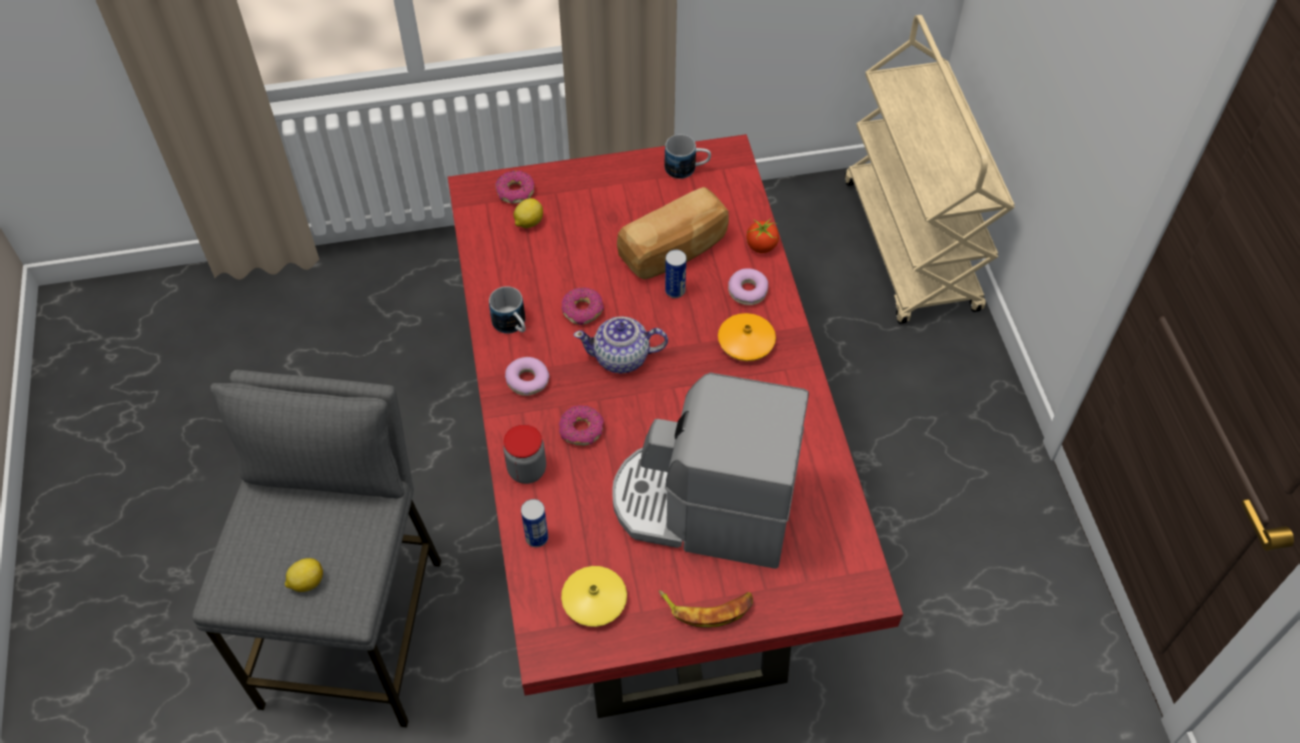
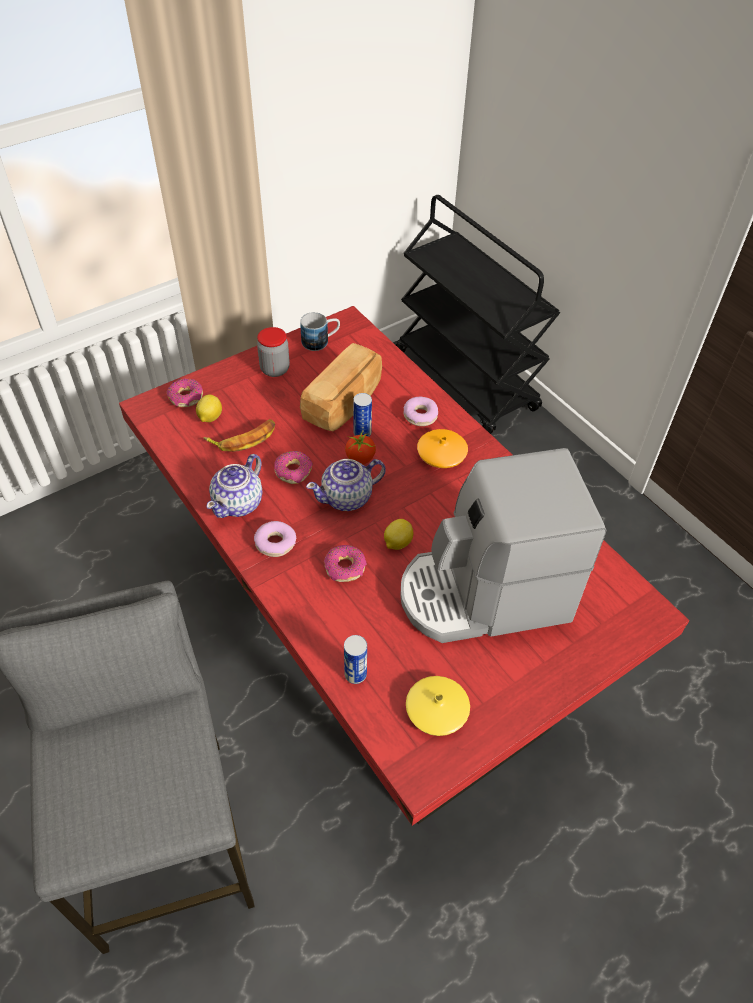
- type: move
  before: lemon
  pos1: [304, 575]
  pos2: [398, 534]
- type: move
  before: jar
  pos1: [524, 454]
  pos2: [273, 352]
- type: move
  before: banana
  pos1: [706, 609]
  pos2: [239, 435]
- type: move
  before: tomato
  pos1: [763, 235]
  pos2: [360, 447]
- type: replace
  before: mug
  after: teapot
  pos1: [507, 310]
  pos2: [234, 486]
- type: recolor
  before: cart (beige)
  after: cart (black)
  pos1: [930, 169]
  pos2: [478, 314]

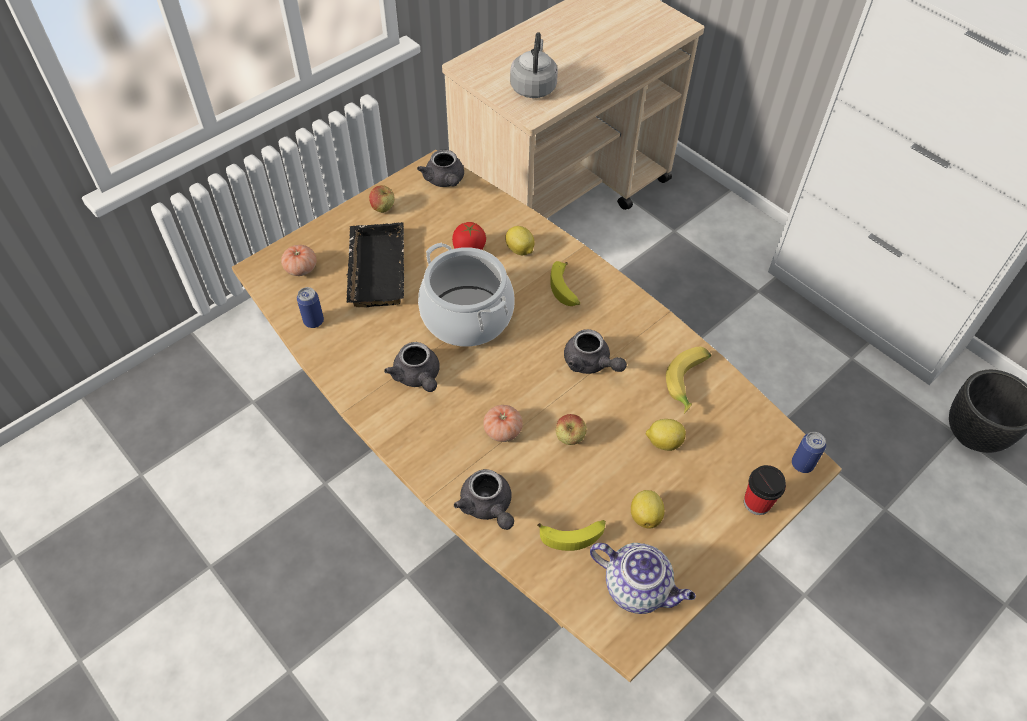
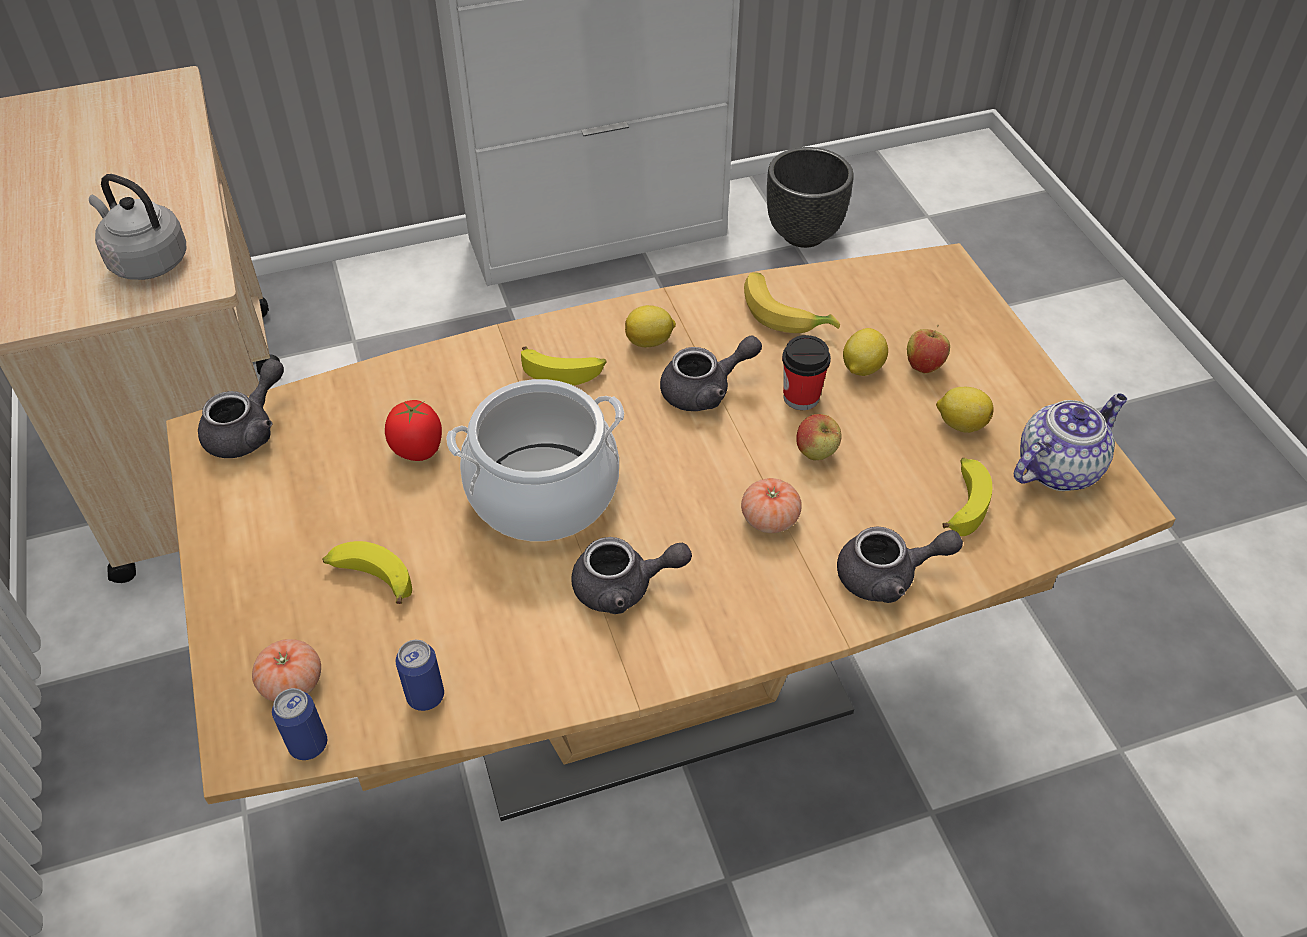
- type: move
  before: apple
  pos1: [382, 199]
  pos2: [928, 349]
- type: move
  before: lemon
  pos1: [520, 240]
  pos2: [650, 326]
- type: move
  before: cup
  pos1: [765, 490]
  pos2: [806, 372]
- type: move
  before: can
  pos1: [809, 452]
  pos2: [299, 724]
- type: replace
  before: tray (black)
  after: banana
  pos1: [375, 264]
  pos2: [367, 572]
- type: rotate
  before: teapot (grey)
  pos1: [440, 168]
  pos2: [241, 408]
  turn: -60

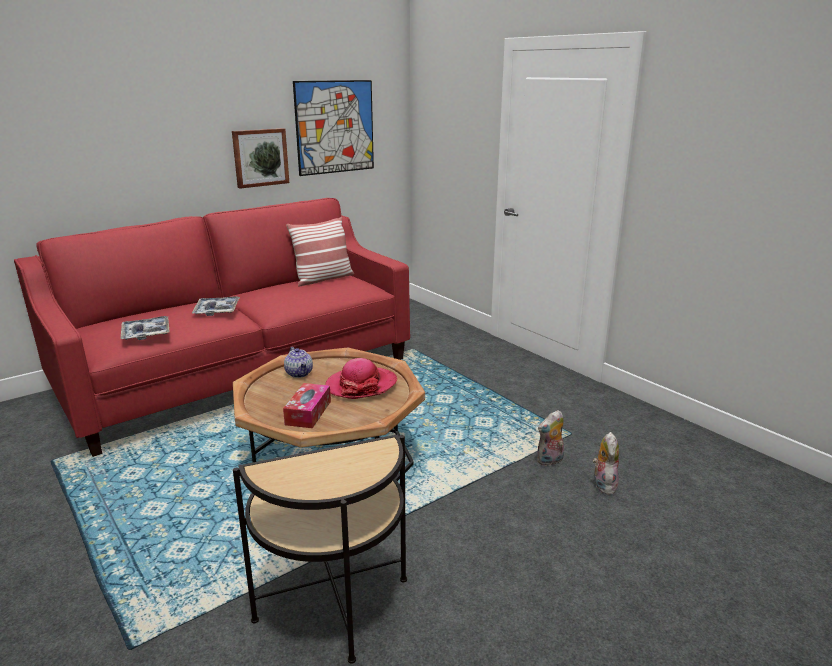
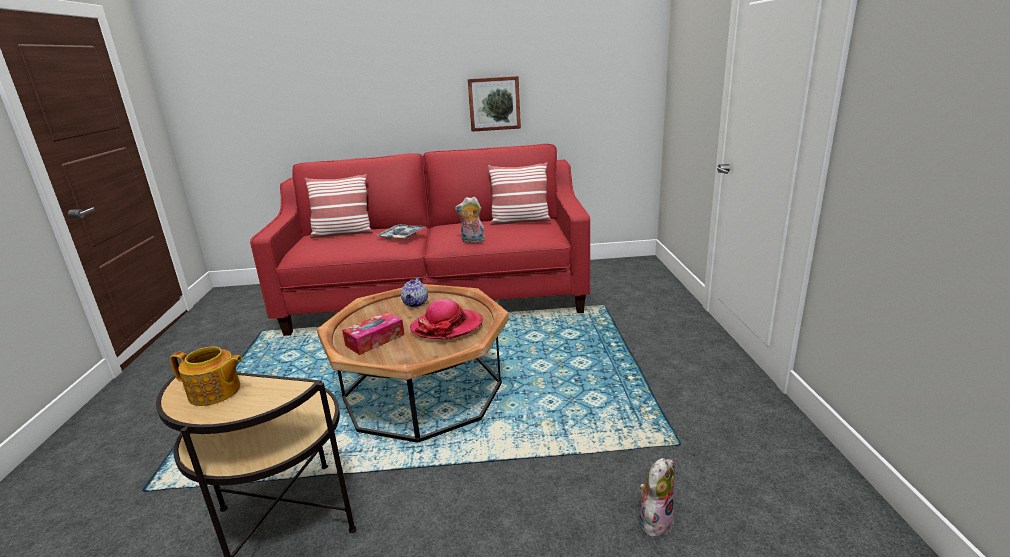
- type: delete
  before: tray
  pos1: [145, 328]
- type: delete
  before: picture
  pos1: [333, 128]
- type: insert
  after: teapot
  pos2: [206, 376]
- type: insert
  after: pillow
  pos2: [339, 206]
- type: move
  before: plush toy
  pos1: [550, 438]
  pos2: [470, 220]

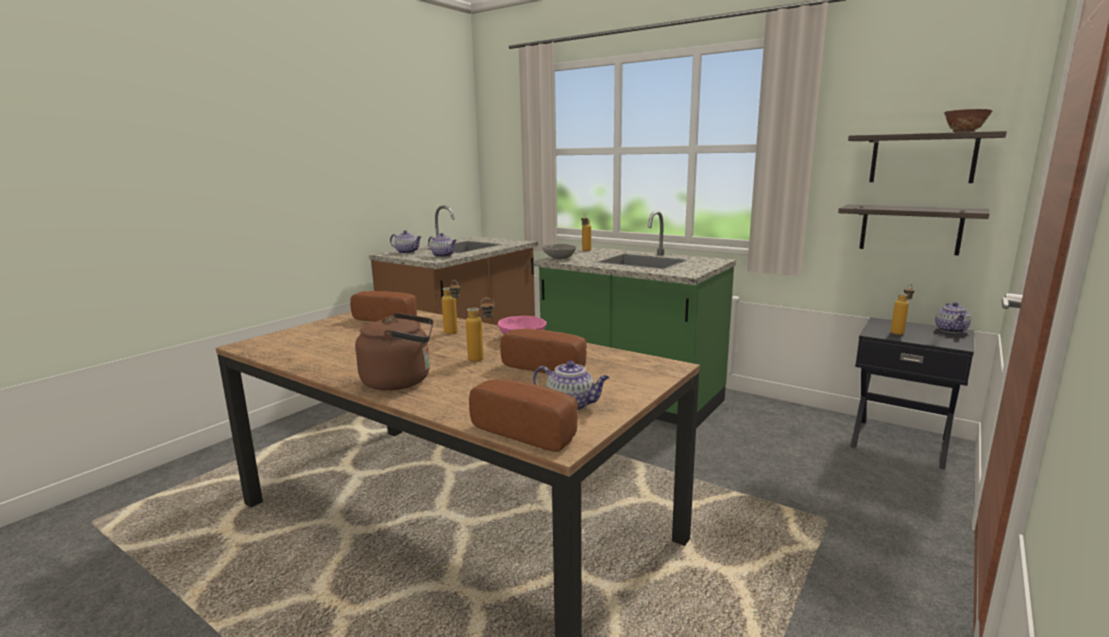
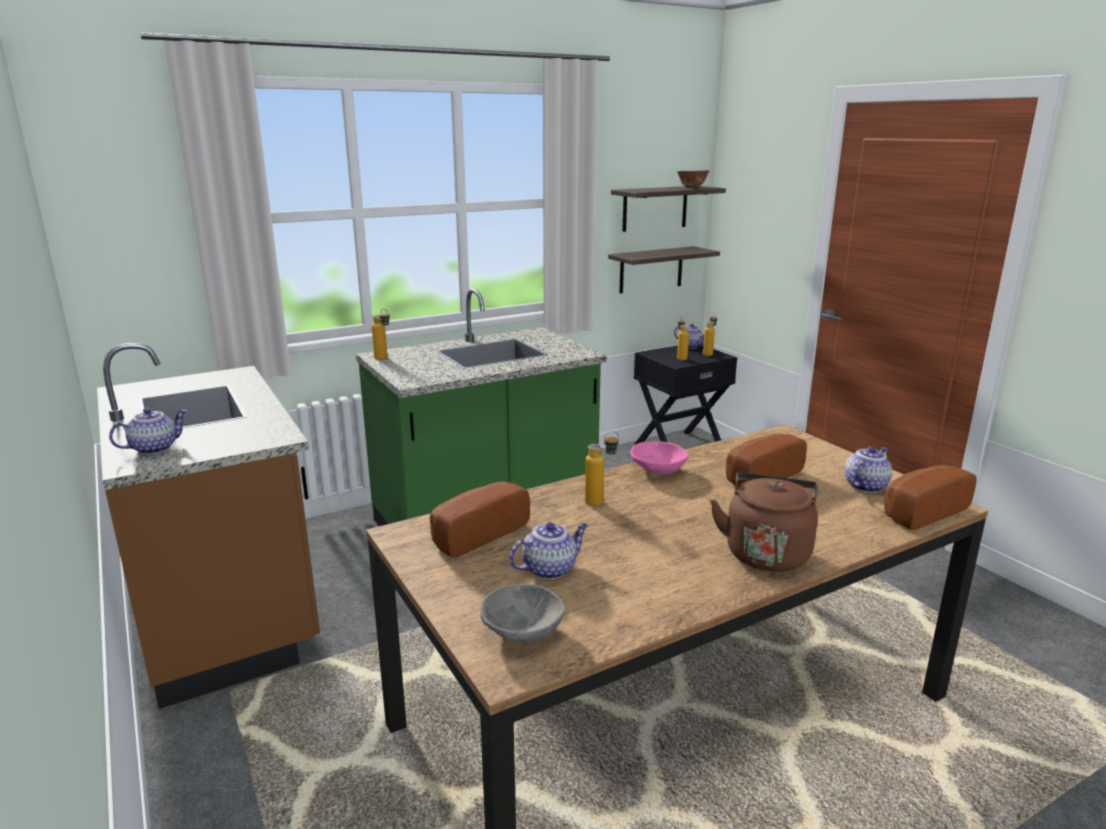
- type: move
  before: teapot
  pos1: [442, 245]
  pos2: [548, 550]
- type: move
  before: bottle
  pos1: [480, 330]
  pos2: [710, 334]
- type: move
  before: bowl (grey)
  pos1: [559, 252]
  pos2: [522, 613]

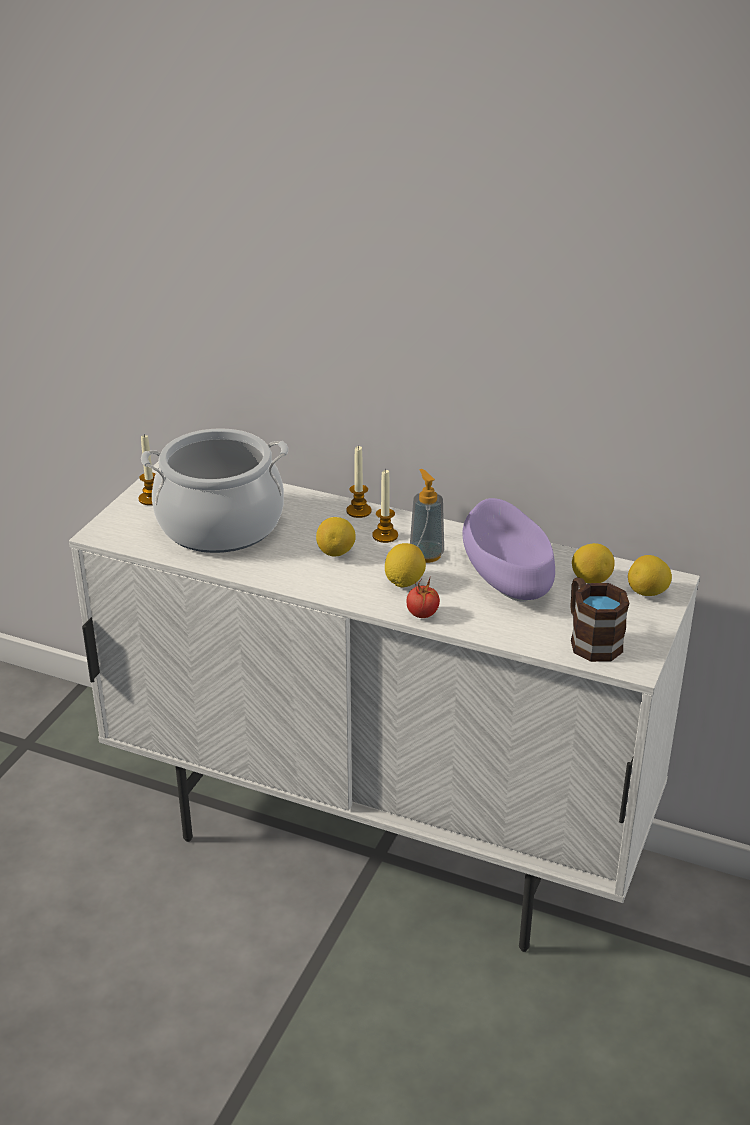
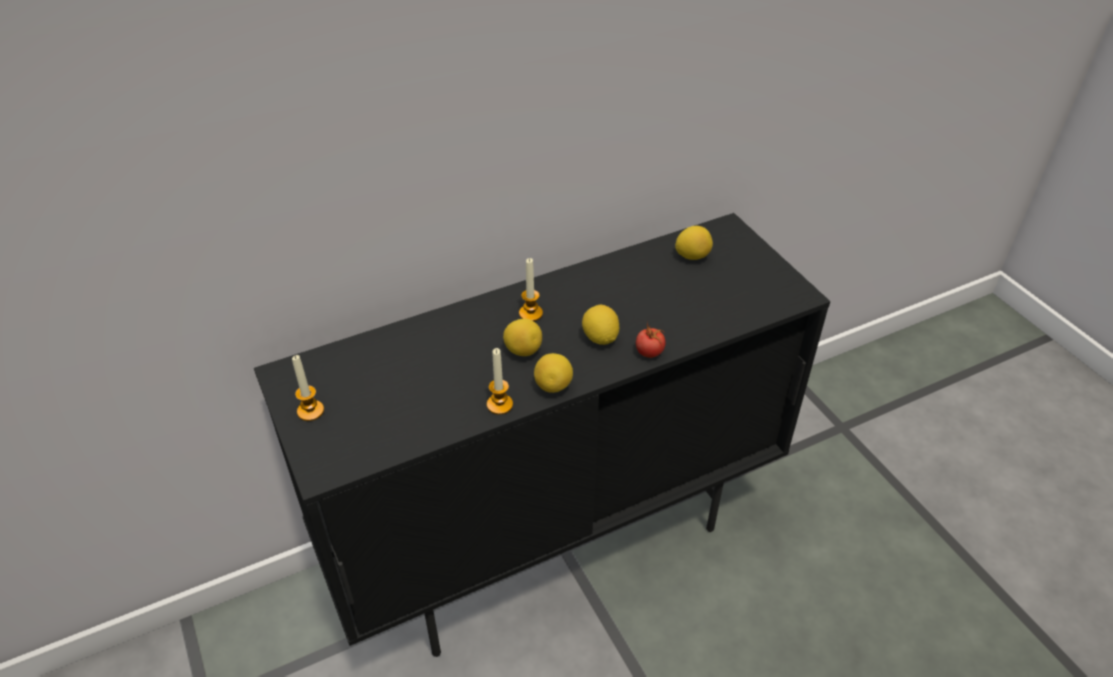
- type: delete
  before: cooking pot
  pos1: [214, 490]
- type: delete
  before: soap dispenser
  pos1: [427, 516]
- type: delete
  before: bowl (purple)
  pos1: [508, 550]
- type: delete
  before: mug (brown)
  pos1: [599, 620]
- type: move
  before: candle
  pos1: [358, 481]
  pos2: [500, 381]
- type: move
  before: lemon
  pos1: [650, 575]
  pos2: [553, 373]
- type: recolor
  before: cabinet (white)
  after: cabinet (black)
  pos1: [384, 707]
  pos2: [542, 435]

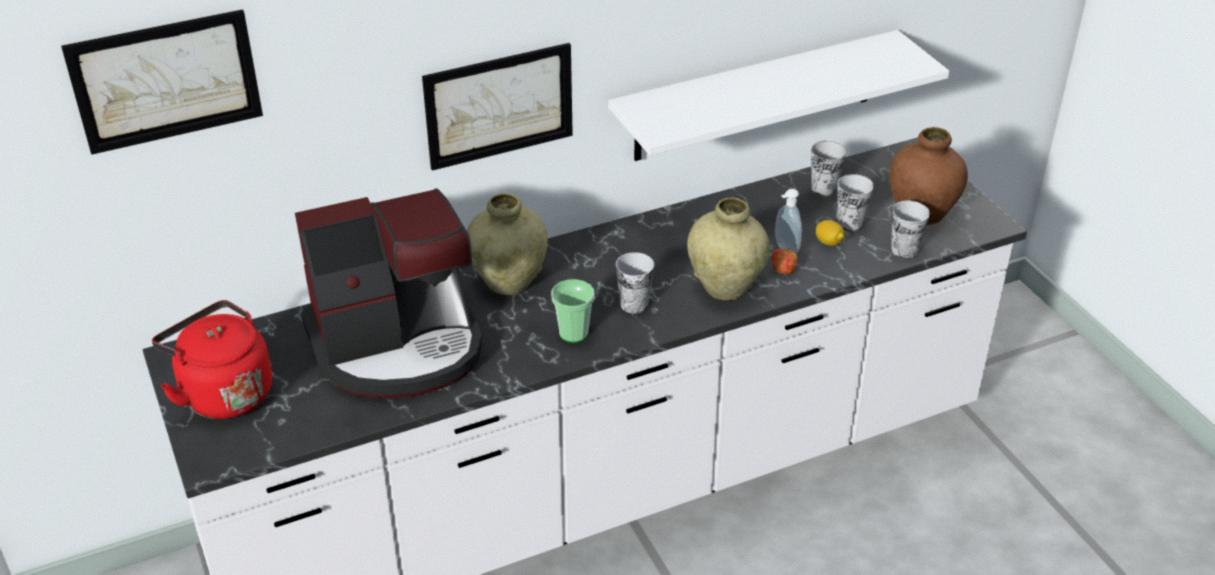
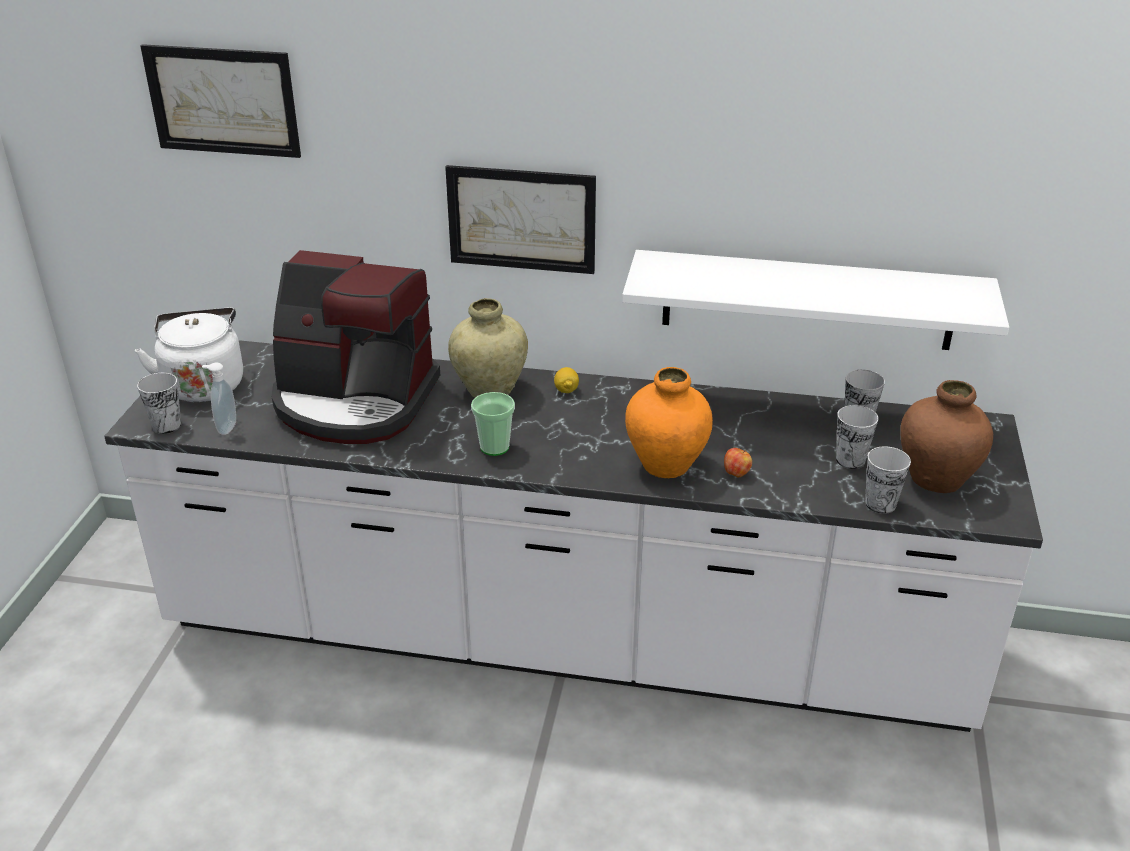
- type: move
  before: cup
  pos1: [635, 283]
  pos2: [159, 403]
- type: move
  before: soap dispenser
  pos1: [788, 221]
  pos2: [219, 398]
- type: move
  before: lemon
  pos1: [830, 233]
  pos2: [566, 380]
- type: recolor
  before: kettle (red)
  after: kettle (white)
  pos1: [212, 359]
  pos2: [189, 355]
- type: recolor
  before: vase (beige)
  after: vase (orange)
  pos1: [728, 249]
  pos2: [669, 423]

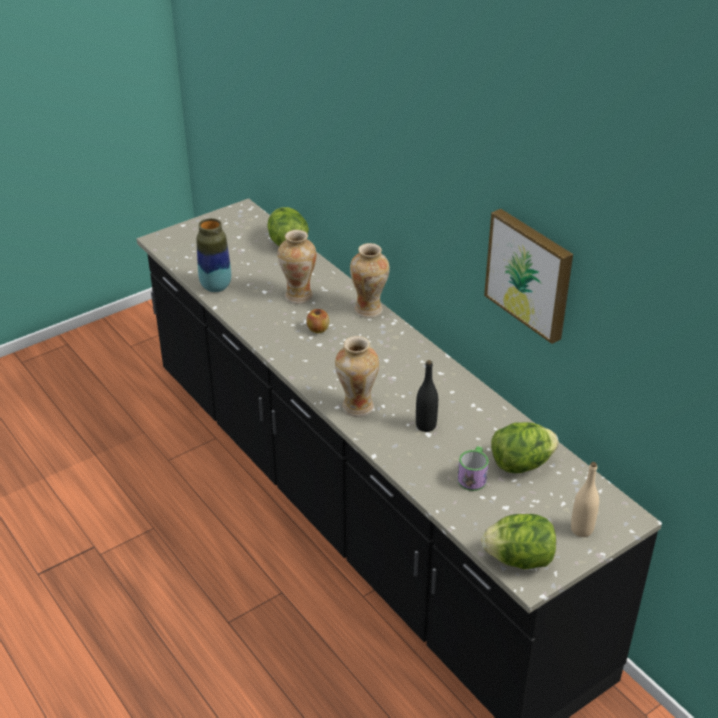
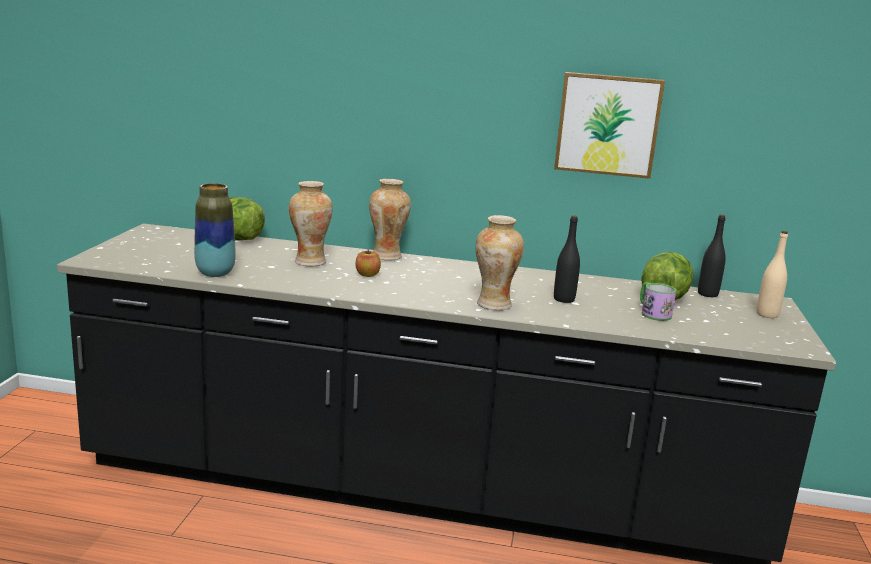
- type: delete
  before: lettuce
  pos1: [518, 541]
- type: insert
  after: bottle (black)
  pos2: [712, 256]

